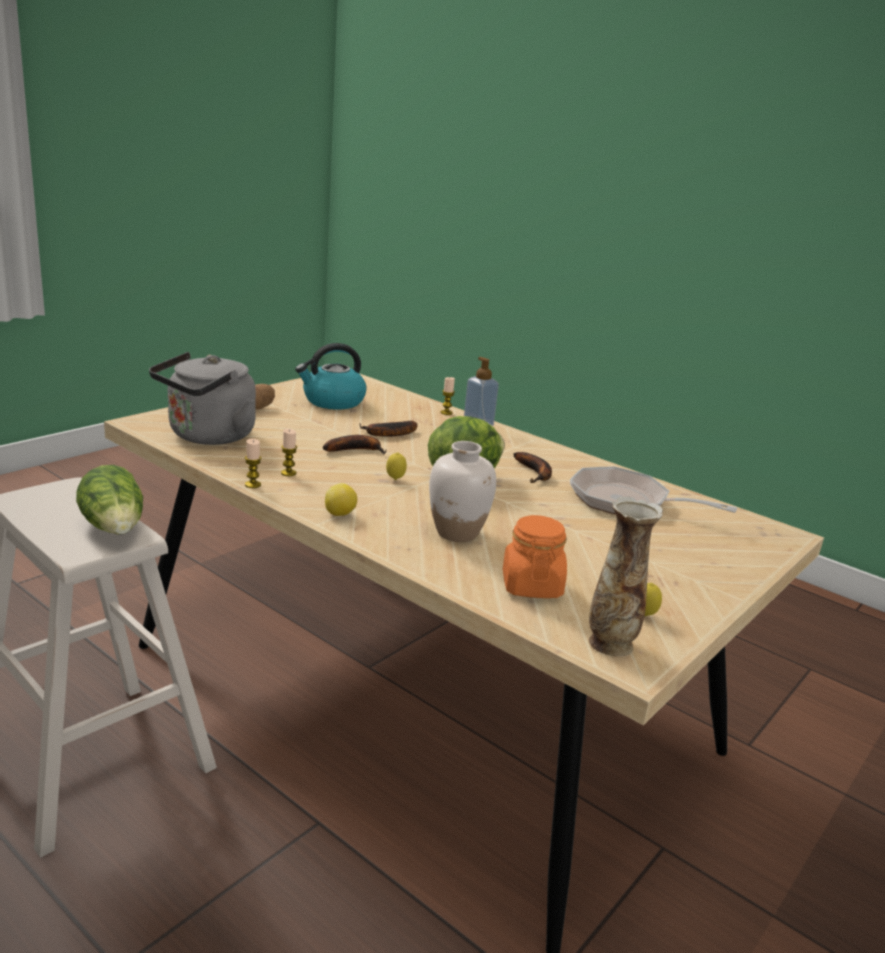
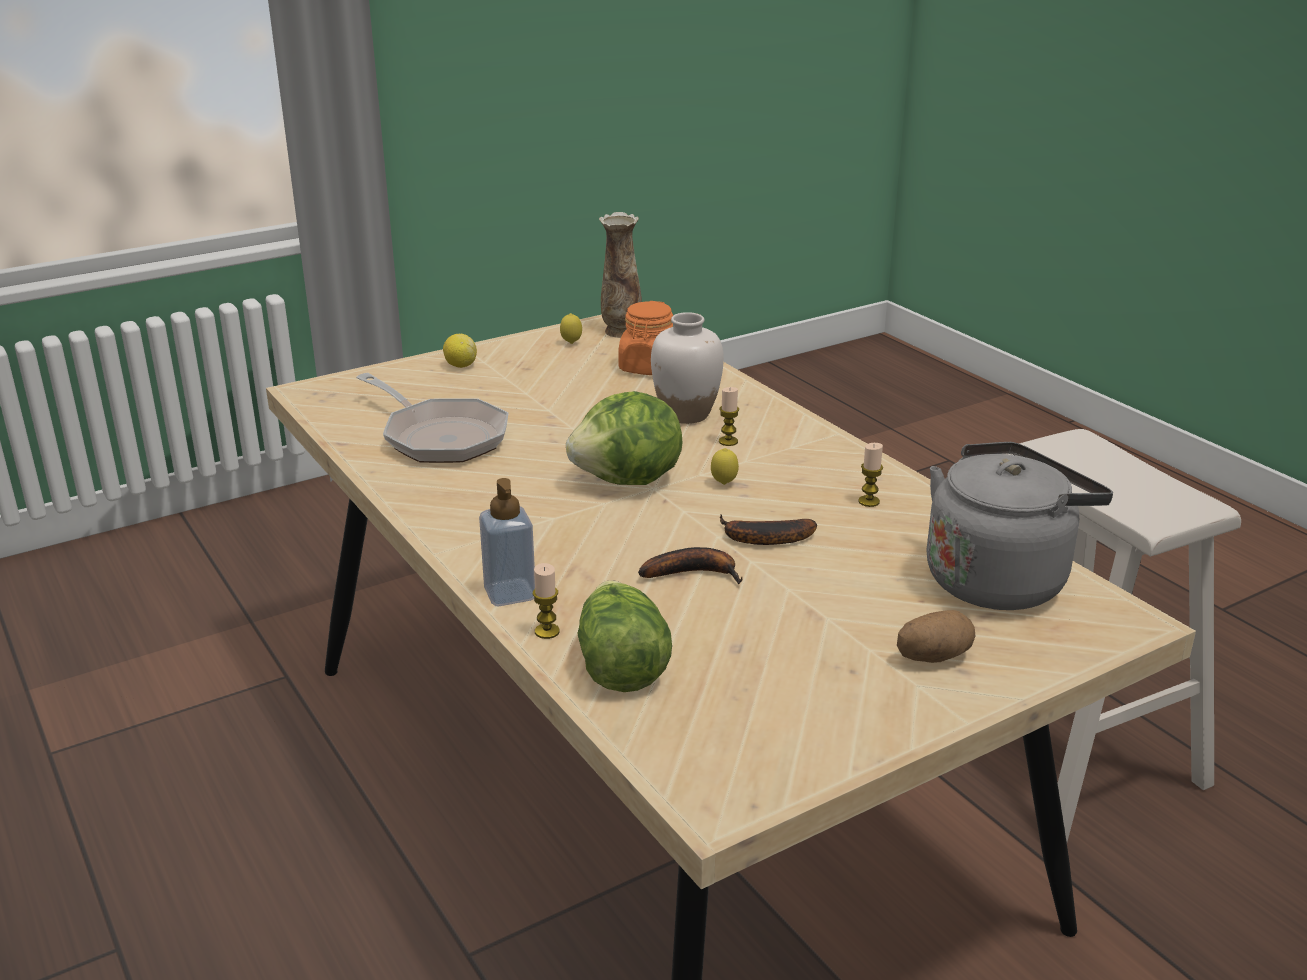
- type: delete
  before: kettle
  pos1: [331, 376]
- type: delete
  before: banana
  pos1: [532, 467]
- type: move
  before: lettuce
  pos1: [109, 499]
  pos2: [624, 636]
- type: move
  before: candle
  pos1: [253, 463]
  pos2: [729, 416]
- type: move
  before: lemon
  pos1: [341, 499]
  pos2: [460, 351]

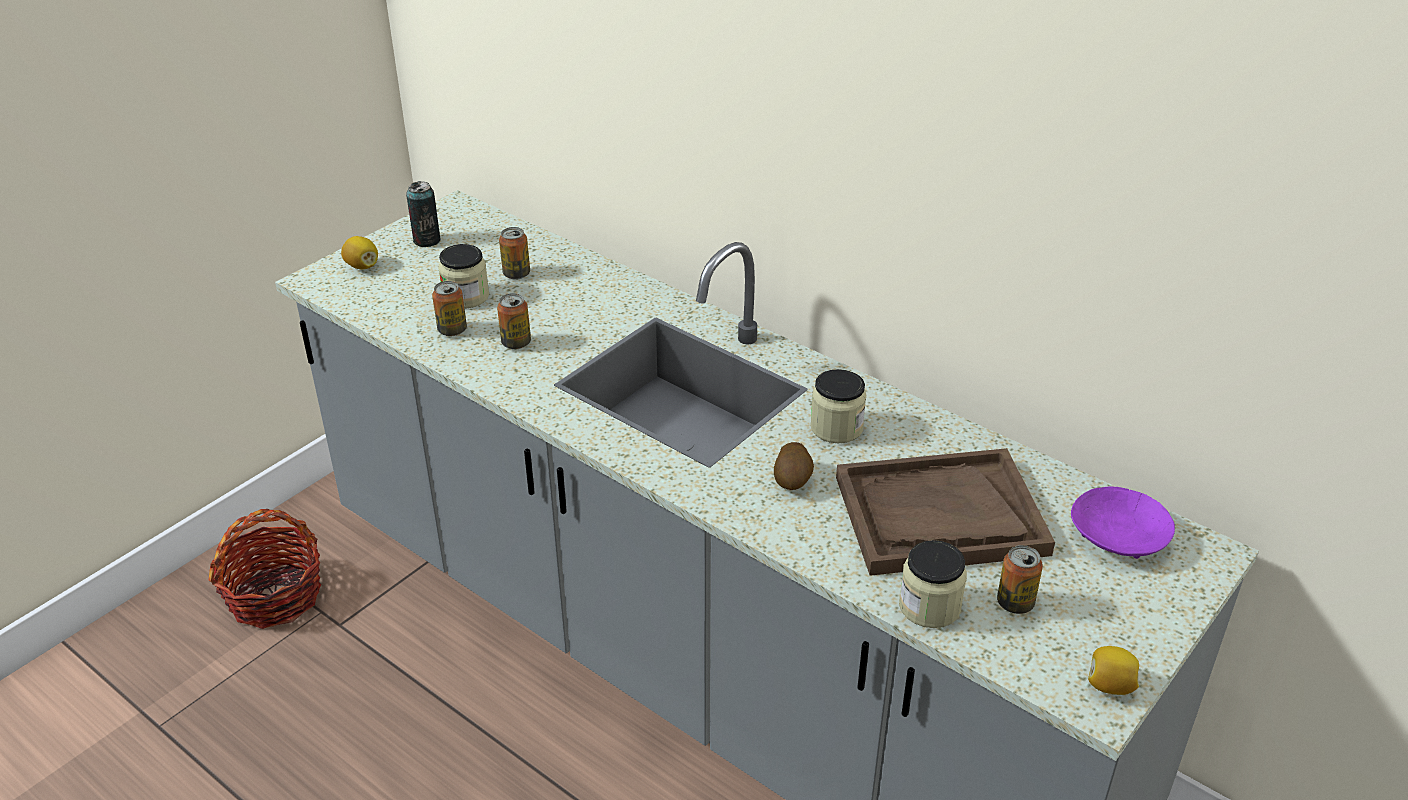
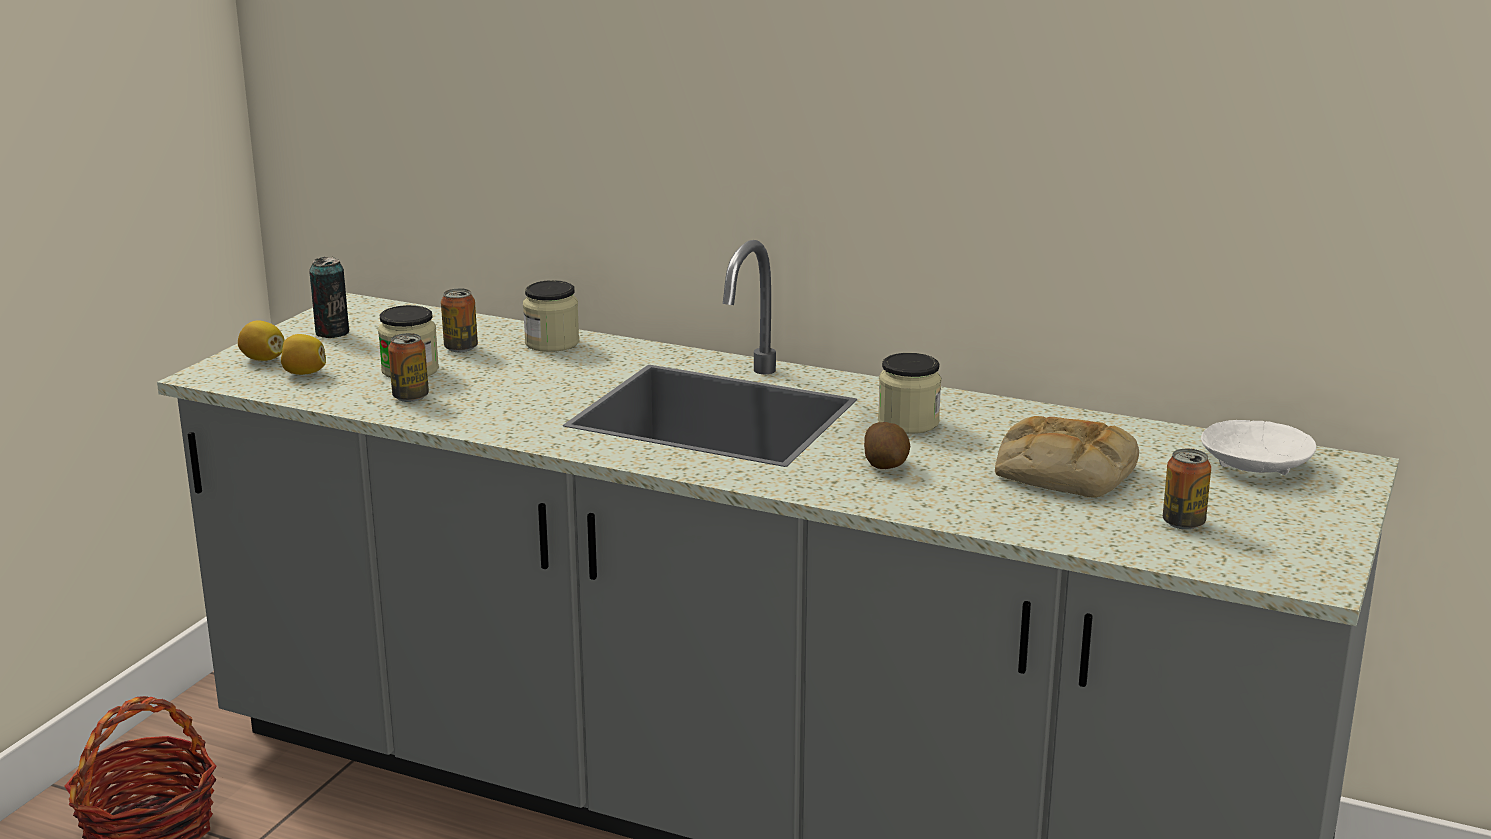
- type: delete
  before: can
  pos1: [514, 321]
- type: move
  before: jar
  pos1: [933, 584]
  pos2: [551, 316]
- type: move
  before: lemon
  pos1: [1113, 670]
  pos2: [303, 354]
- type: replace
  before: tray (brown)
  after: bread
  pos1: [945, 512]
  pos2: [1067, 457]
- type: recolor
  before: bowl (purple)
  after: bowl (white)
  pos1: [1123, 522]
  pos2: [1258, 447]

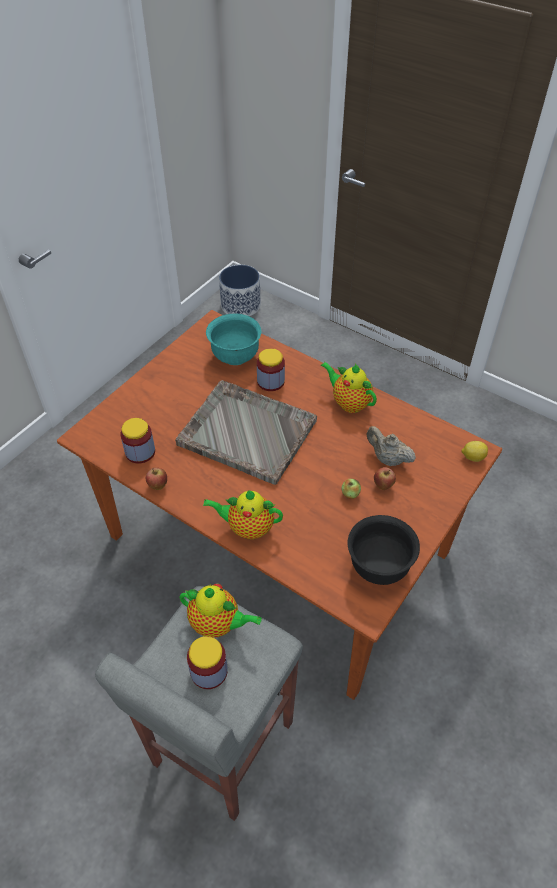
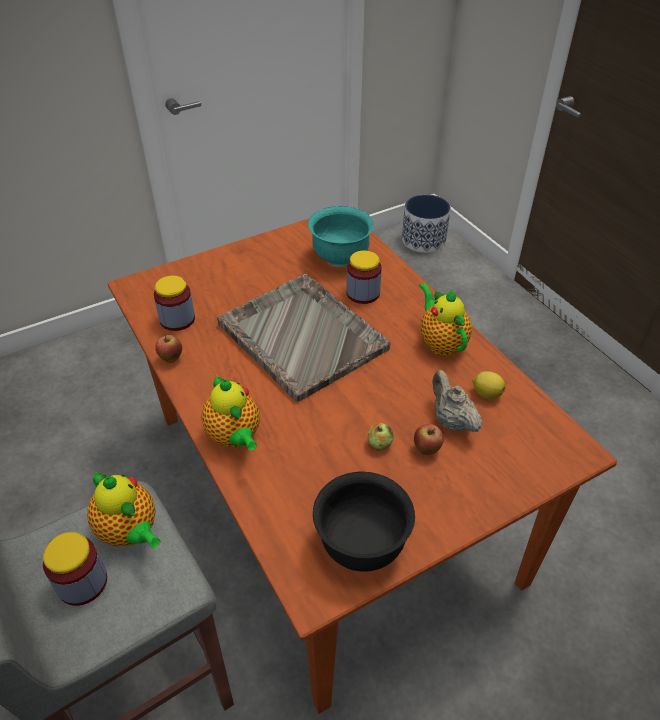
- type: move
  before: lemon
  pos1: [474, 451]
  pos2: [488, 385]
- type: rotate
  before: teapot
  pos1: [243, 514]
  pos2: [230, 413]
  turn: -150

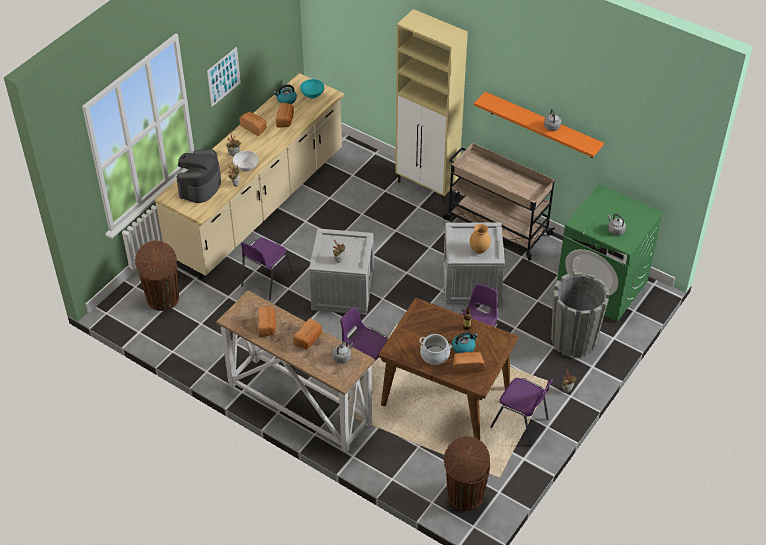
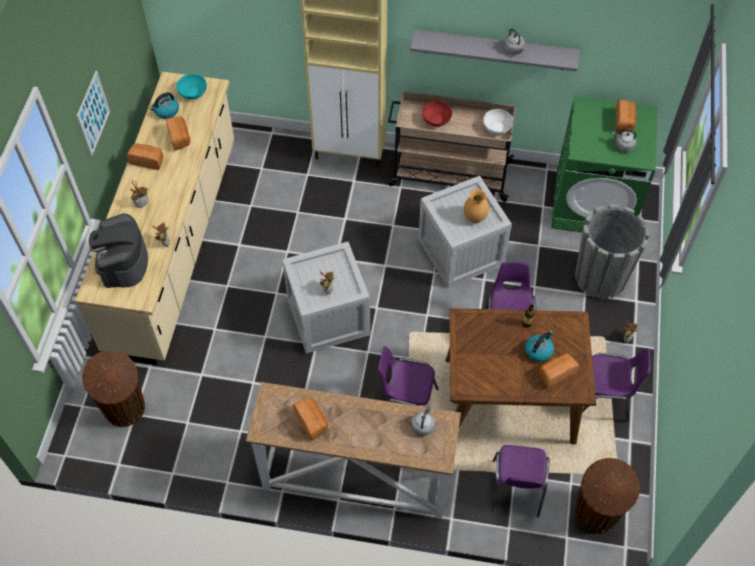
- type: delete
  before: cooking pot
  pos1: [435, 349]
- type: insert
  after: bowl (red)
  pos2: [437, 114]
- type: move
  before: bowl (white)
  pos1: [245, 161]
  pos2: [498, 121]
- type: move
  before: chair (purple)
  pos1: [267, 269]
  pos2: [520, 481]
- type: move
  before: bread
  pos1: [307, 333]
  pos2: [625, 116]
- type: recolor
  before: shelf (orange)
  after: shelf (grey)
  pos1: [539, 125]
  pos2: [494, 50]

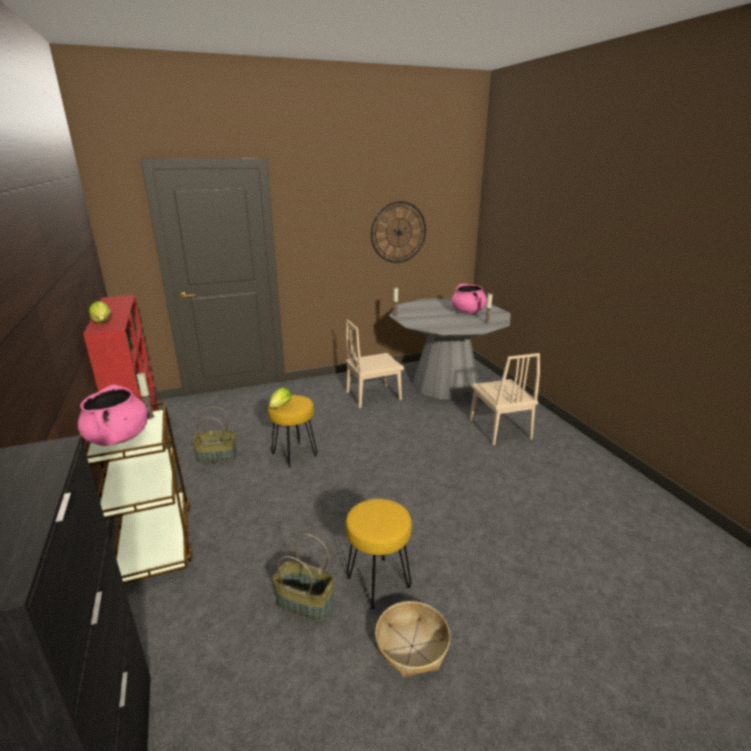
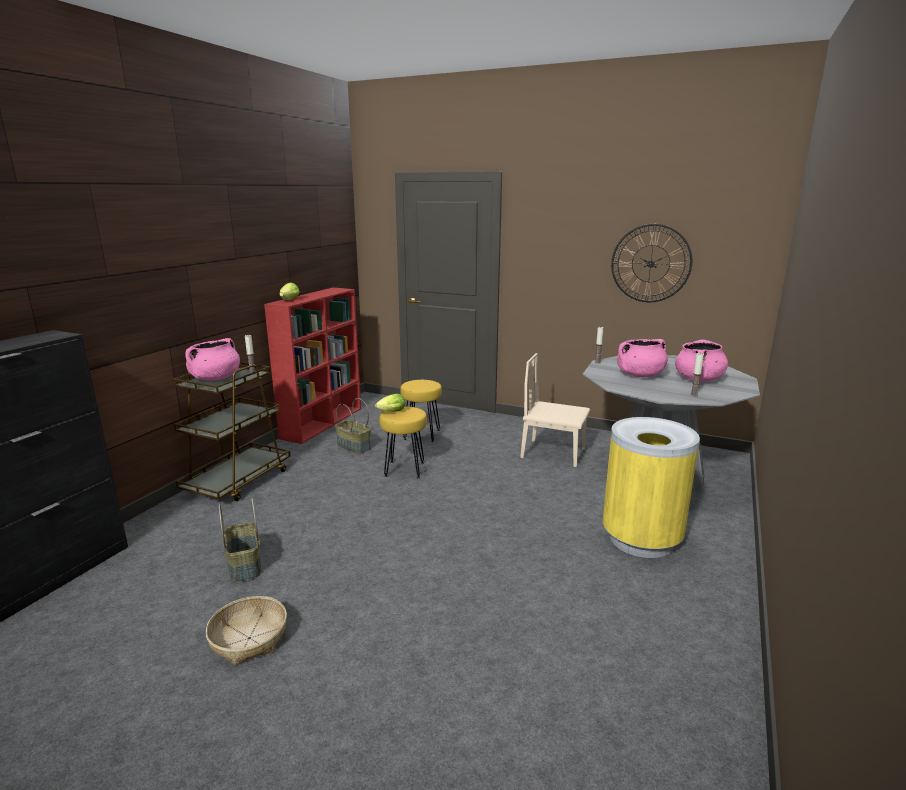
- type: insert
  after: cooking pot (pink)
  pos2: [642, 358]
- type: move
  before: stool (yellow)
  pos1: [379, 554]
  pos2: [421, 411]
- type: replace
  before: chair (beige)
  after: trash can (yellow)
  pos1: [505, 399]
  pos2: [651, 487]

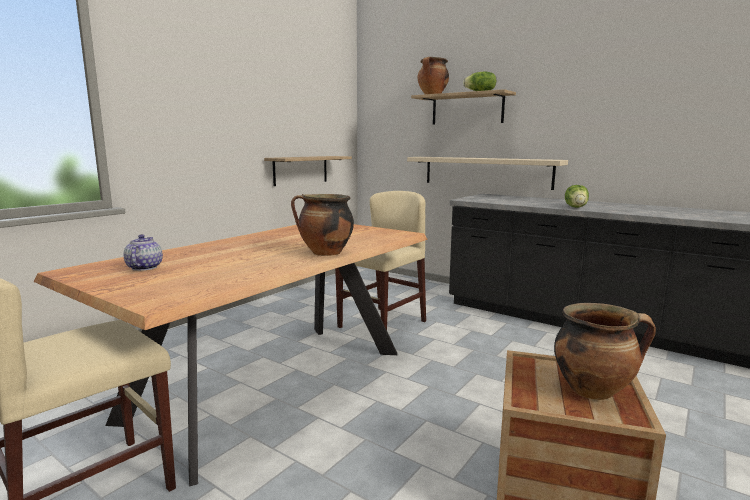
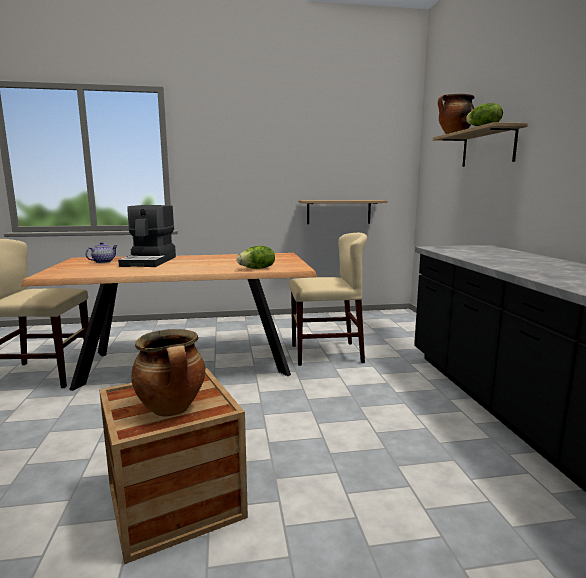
- type: delete
  before: cooking pot
  pos1: [322, 225]
- type: delete
  before: shelf (beige)
  pos1: [487, 173]
- type: insert
  after: coffee machine
  pos2: [147, 236]
- type: move
  before: lettuce
  pos1: [577, 196]
  pos2: [256, 257]

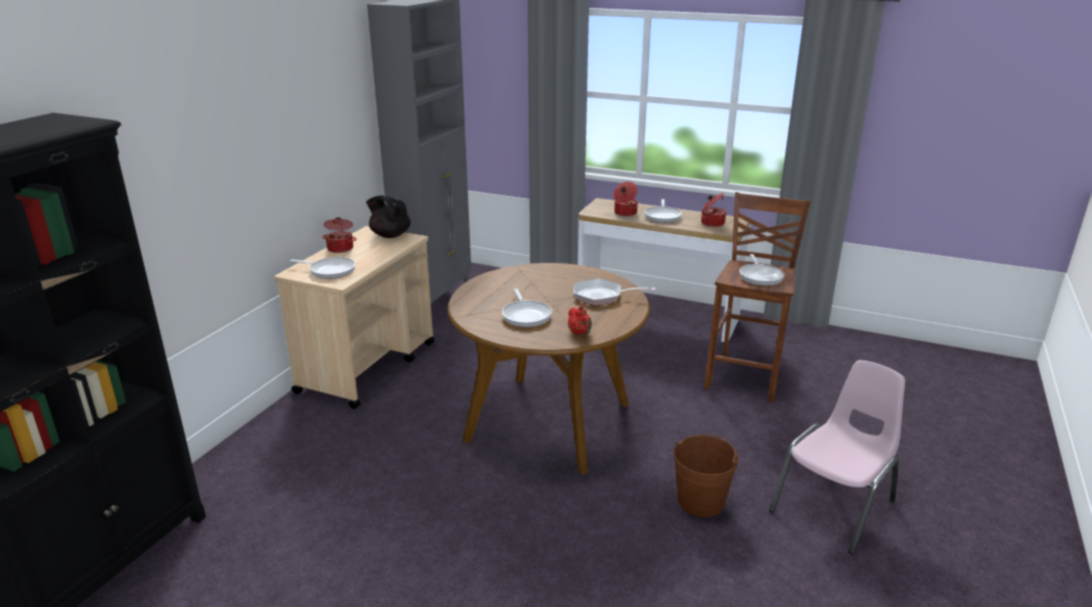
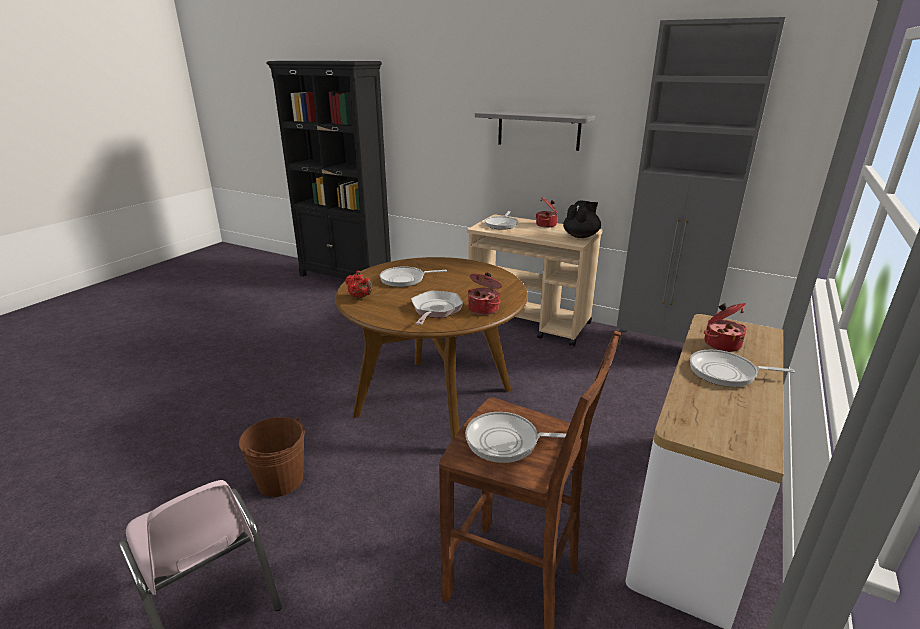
- type: insert
  after: shelf (grey)
  pos2: [535, 130]
- type: move
  before: cooking pot
  pos1: [713, 210]
  pos2: [485, 293]
- type: rotate
  before: teapot (red)
  pos1: [580, 320]
  pos2: [358, 284]
  turn: -120

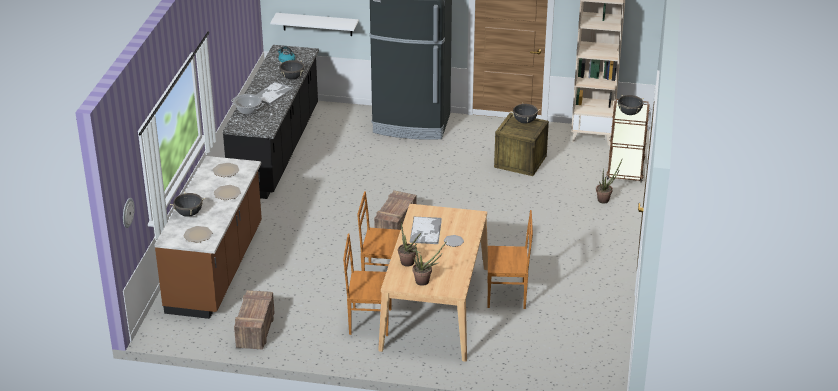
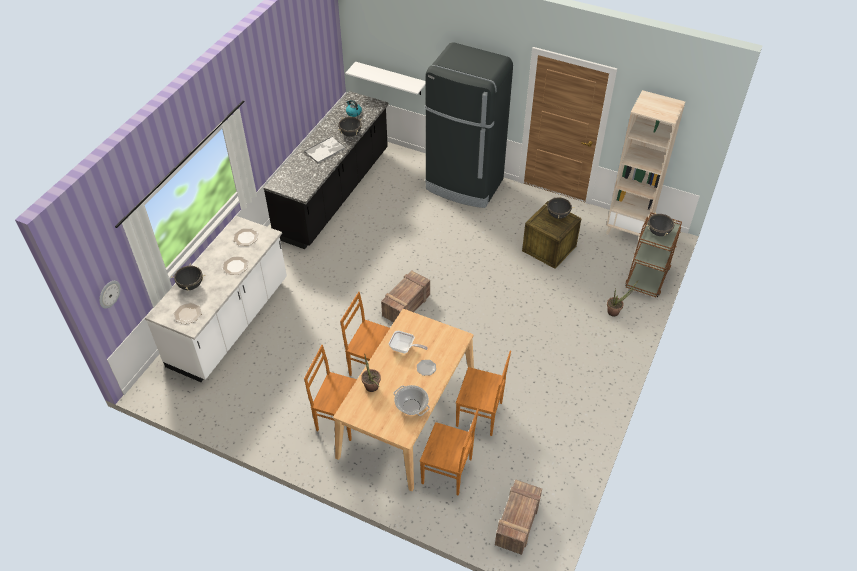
- type: delete
  before: potted plant
  pos1: [430, 263]
- type: insert
  after: chair (brown)
  pos2: [449, 452]
- type: move
  before: cooking pot
  pos1: [247, 104]
  pos2: [411, 400]
- type: move
  before: crate
  pos1: [254, 320]
  pos2: [518, 517]
- type: replace
  before: tray
  after: frying pan
  pos1: [426, 230]
  pos2: [408, 342]
- type: recolor
  before: counter (brown)
  after: counter (white)
  pos1: [208, 237]
  pos2: [216, 299]

